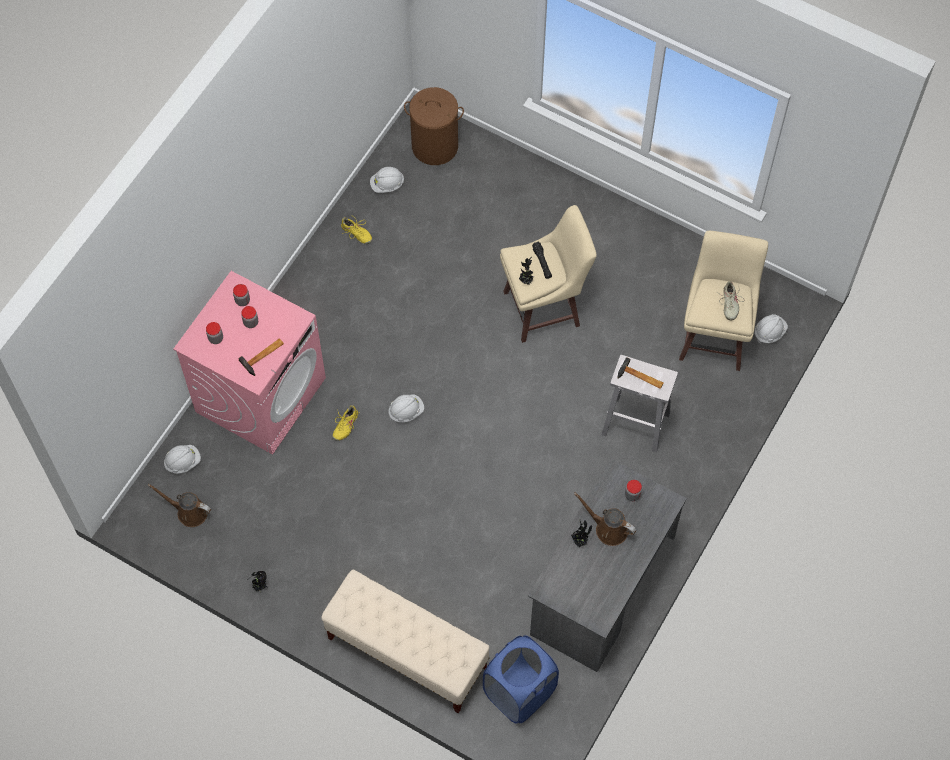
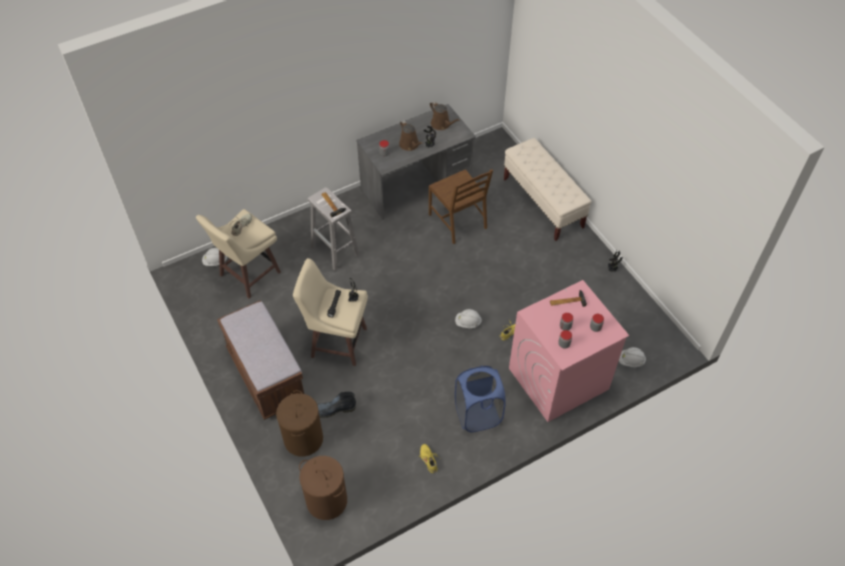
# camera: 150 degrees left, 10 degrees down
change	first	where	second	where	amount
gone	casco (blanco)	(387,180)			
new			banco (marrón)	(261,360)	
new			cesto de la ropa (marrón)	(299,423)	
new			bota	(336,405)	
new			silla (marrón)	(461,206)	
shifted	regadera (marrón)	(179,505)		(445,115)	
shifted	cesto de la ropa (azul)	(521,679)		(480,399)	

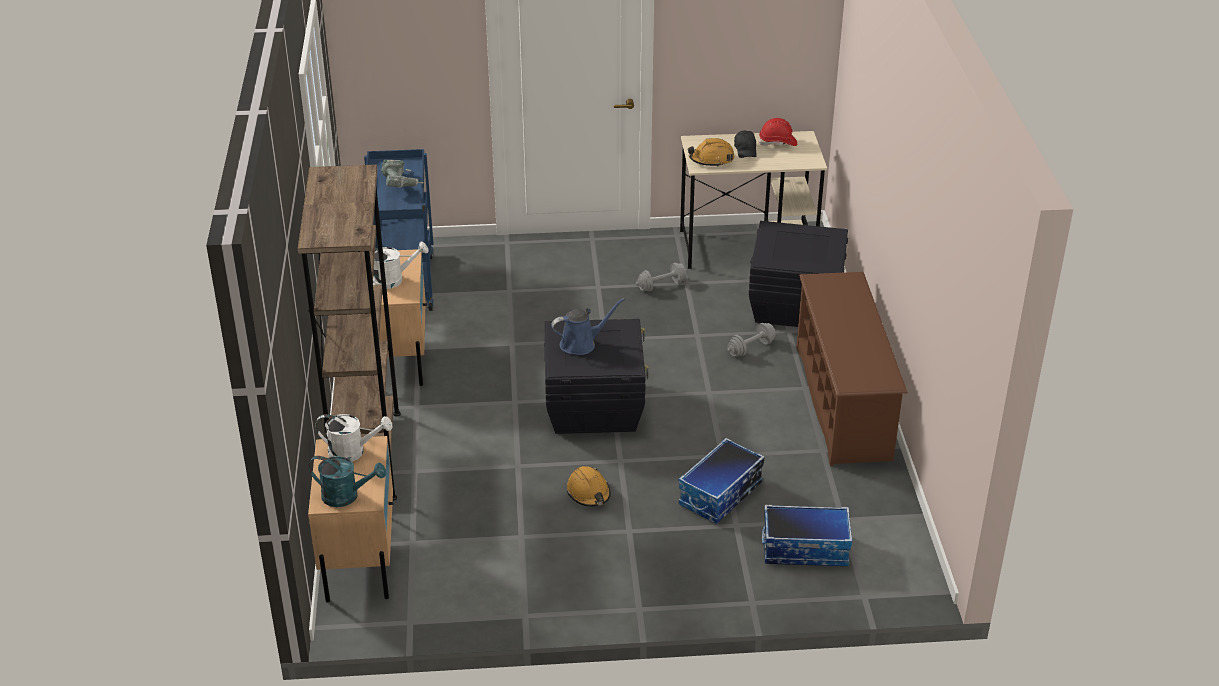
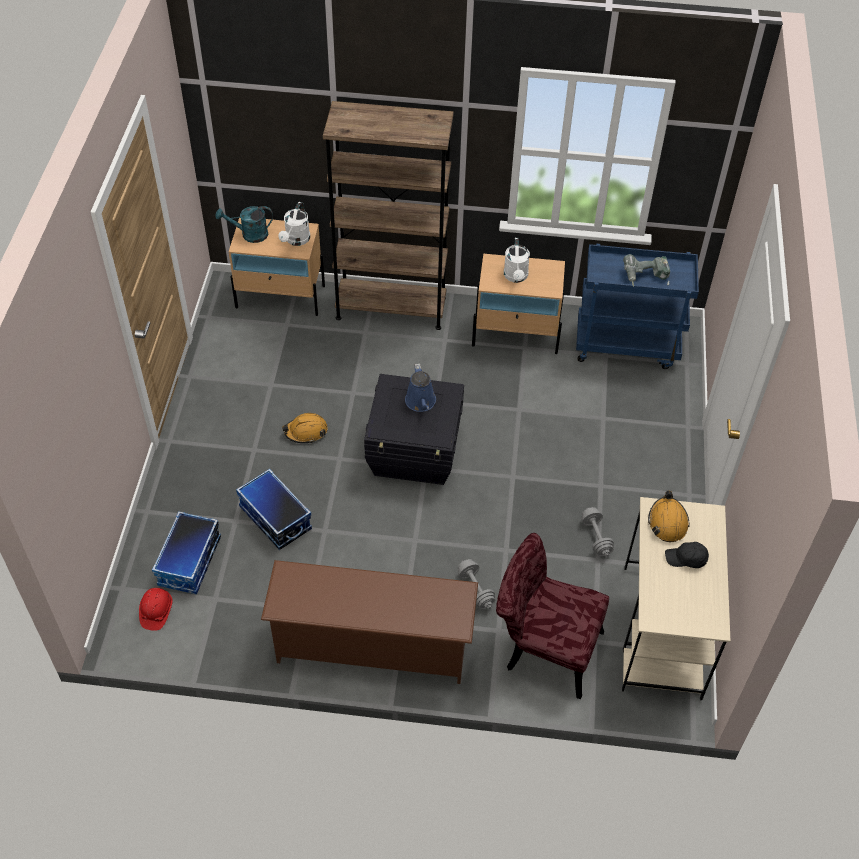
# camera: 100 degrees right, 15 degrees up
change	first	where	second	where	amount
shifted	casco (rojo)	(777,132)		(156,609)	
swapped	caja de almacenaje (negro)	(798,274)	silla (rojo)	(552,616)	
rotated	regadera (turquesa)	(347,481)		(244,224)	60 degrees clockwise

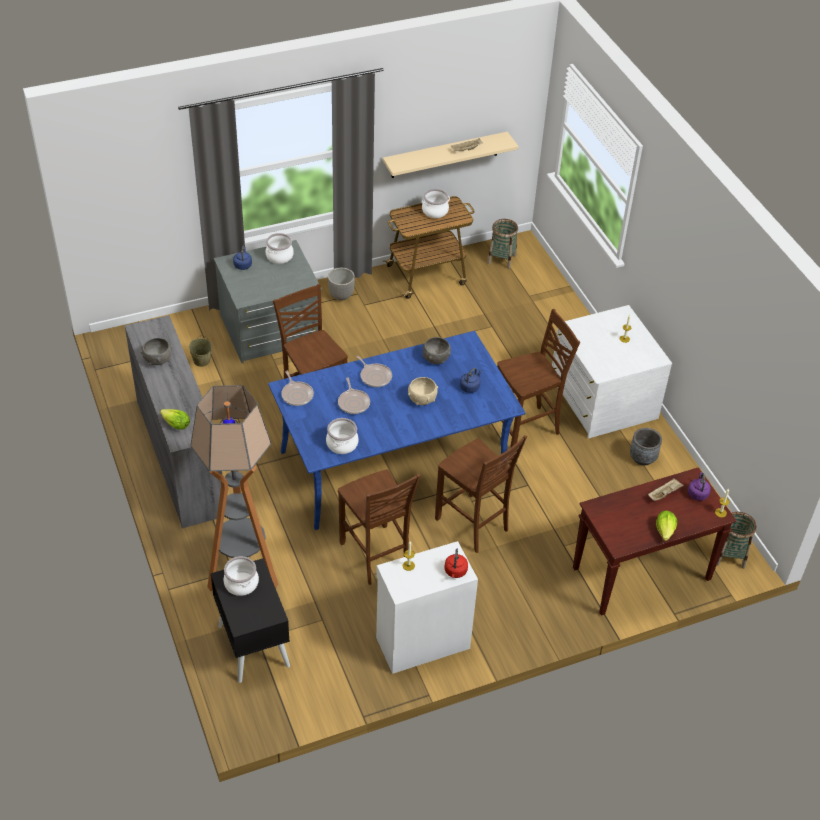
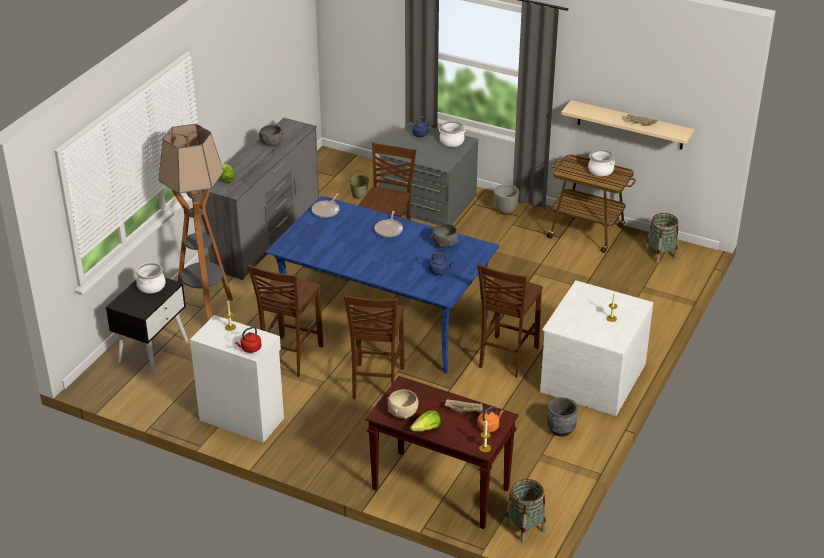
# camera: 50 degrees right, 10 degrees down
change	first	where	second	where	amount
gone	olla	(342,436)			
gone	sartén	(354,395)			
shifted	cuenco (beis)	(423,391)		(402,404)	
repainted	hervidor (morado)	(699,486)	hervidor (naranja)	(490,419)	
rotated	silla (marrón)	(538,378)		(510,321)	90 degrees clockwise

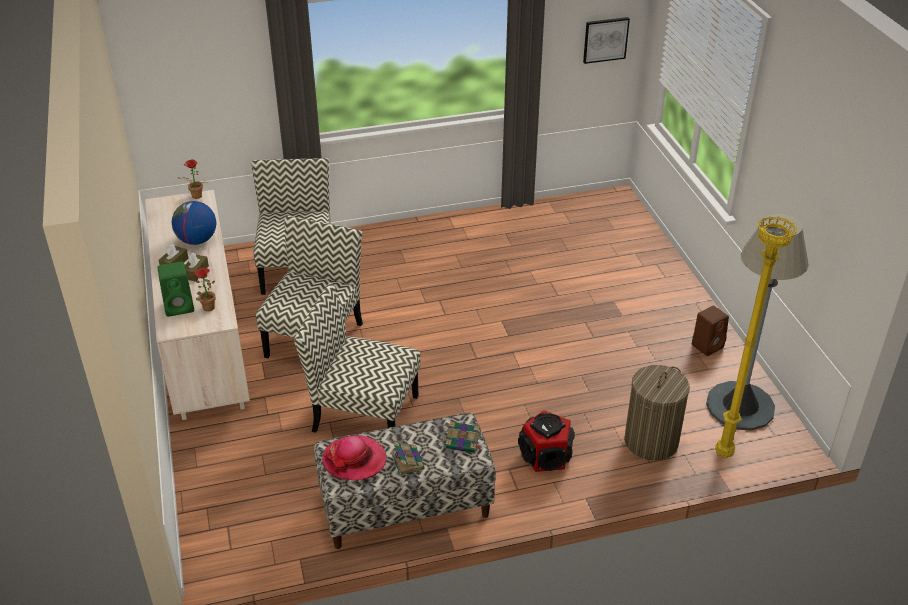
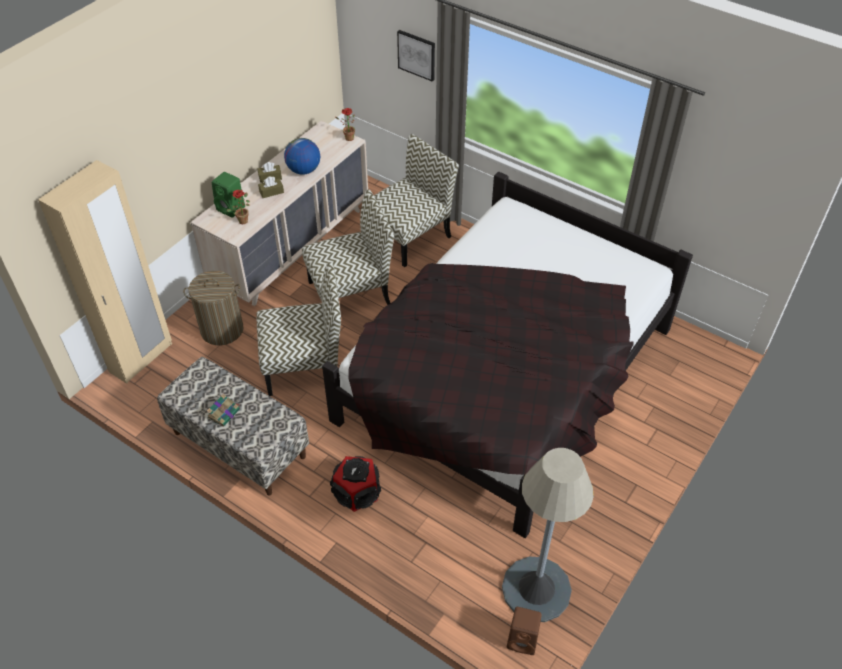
# camera: 50 degrees right, 10 degrees up
change	first	where	second	where	amount
gone	sombrero	(354,457)			
gone	libro	(464,437)			
gone	lámpara de pie (amarillo)	(756,337)			
new			armario ropero (beis)	(105,272)	
new			cama (negro)	(507,354)	
shifted	cuadro	(606,40)		(416,56)	
shifted	cesto de la ropa	(657,413)		(213,308)	
shifted	altavoz (marrón)	(710,331)		(524,631)	
rotated	silla	(357,358)		(298,329)	105 degrees clockwise

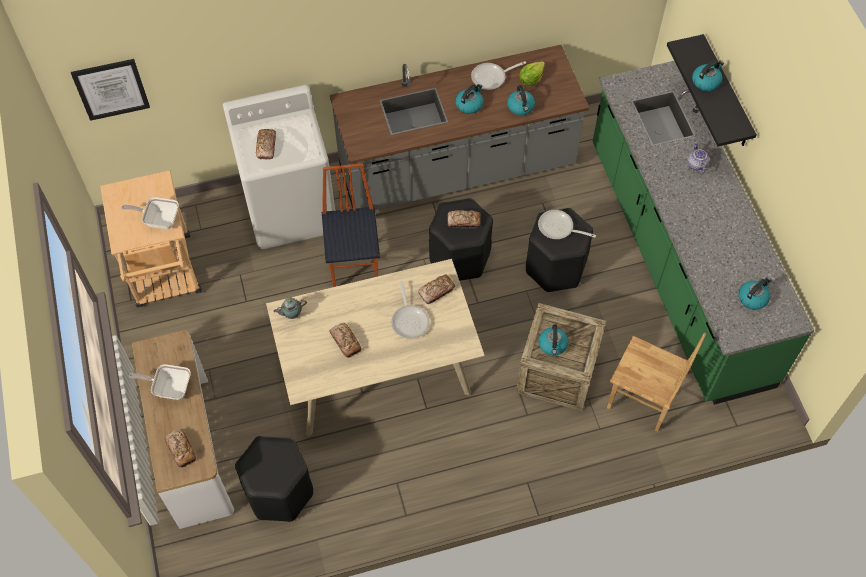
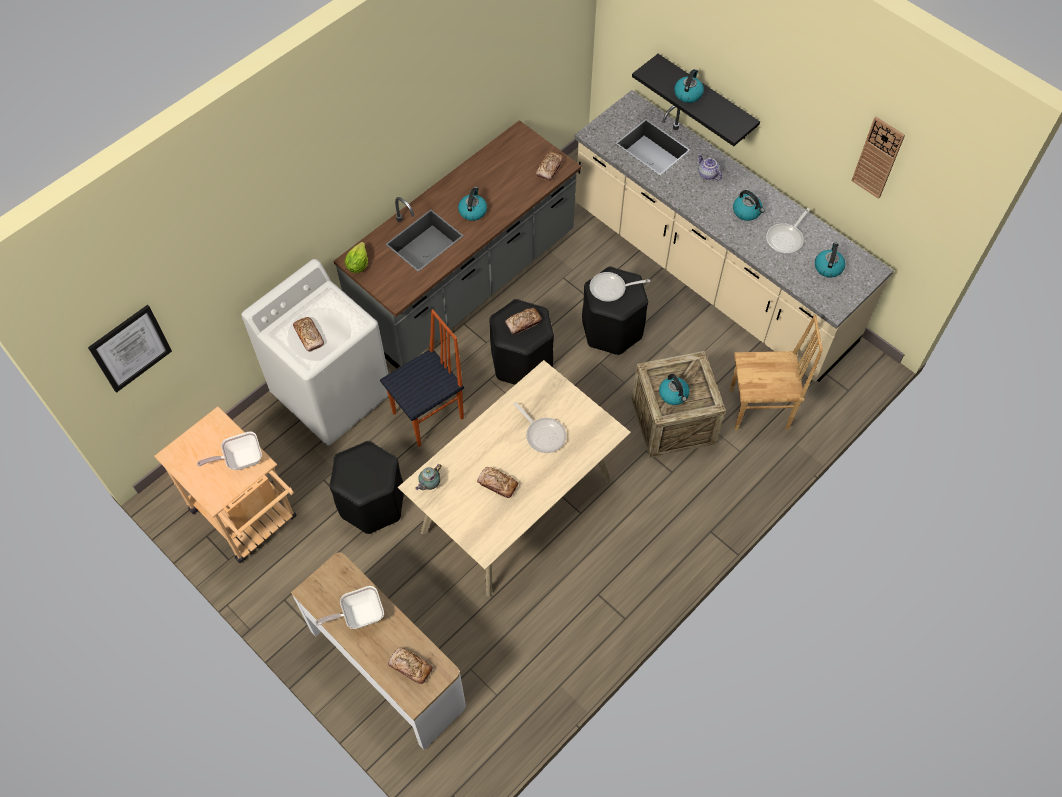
# camera: 30 degrees left, 0 degrees up
change	first	where	second	where	amount
new			reloj de pared	(878,158)	
shifted	taburete (negro)	(274,479)		(367,487)	
shifted	pan	(436,289)		(550,166)	
shifted	sartén	(498,75)		(788,231)	
shifted	hervidor	(521,100)		(749,205)	
shifted	lechuga	(532,73)		(356,257)	
repainted	mueble bajo de cocina (verde)	(704,233)	mueble bajo de cocina (beis)	(734,236)	
rotated	silla	(351,225)		(422,378)	90 degrees clockwise

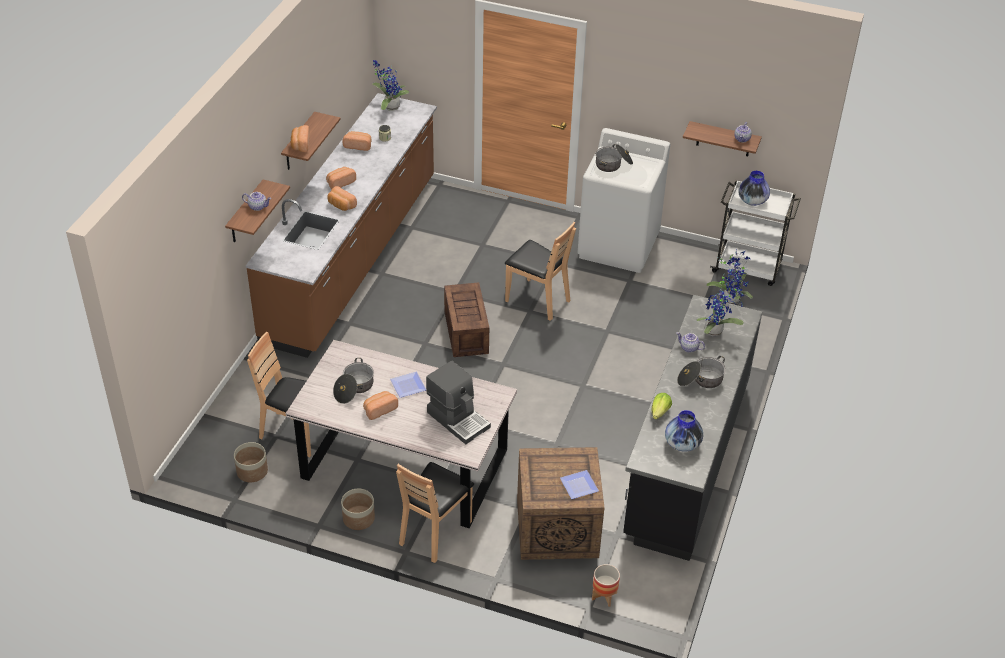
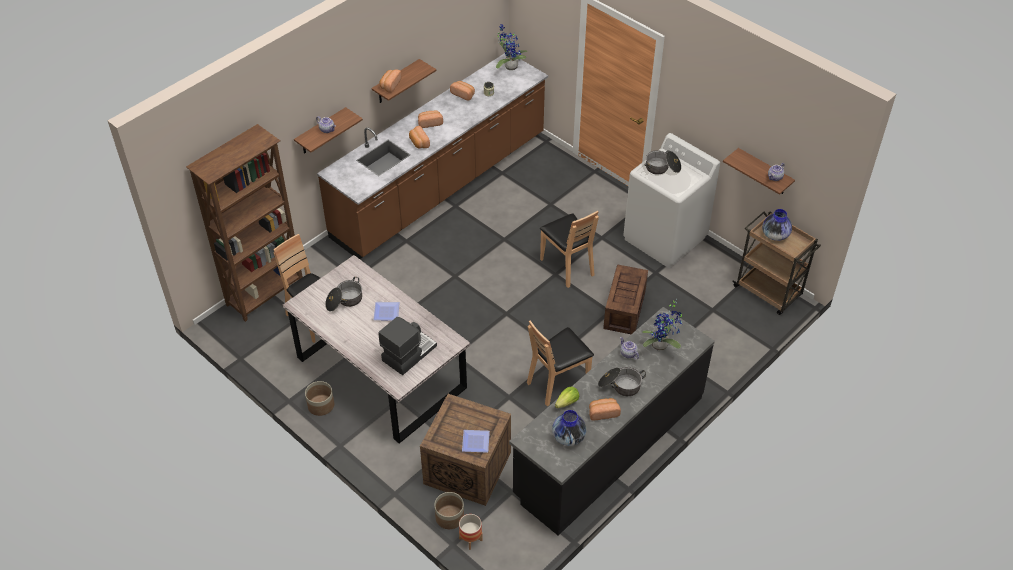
# camera: 25 degrees right, 5 degrees up
change	first	where	second	where	amount
gone	planta en maceta	(729,277)			
new			estantería (marrón)	(244,223)	
shifted	maceta	(251,462)		(449,510)	
shifted	pan	(380,405)		(605,409)	
shifted	silla (marrón)	(435,512)		(560,363)	
shifted	caja de embalaje	(466,319)		(625,299)	
repainted	carrito (blanco)	(755,233)	carrito (marrón)	(776,263)	
rotated	cafetera	(458,402)		(407,346)	120 degrees counterclockwise

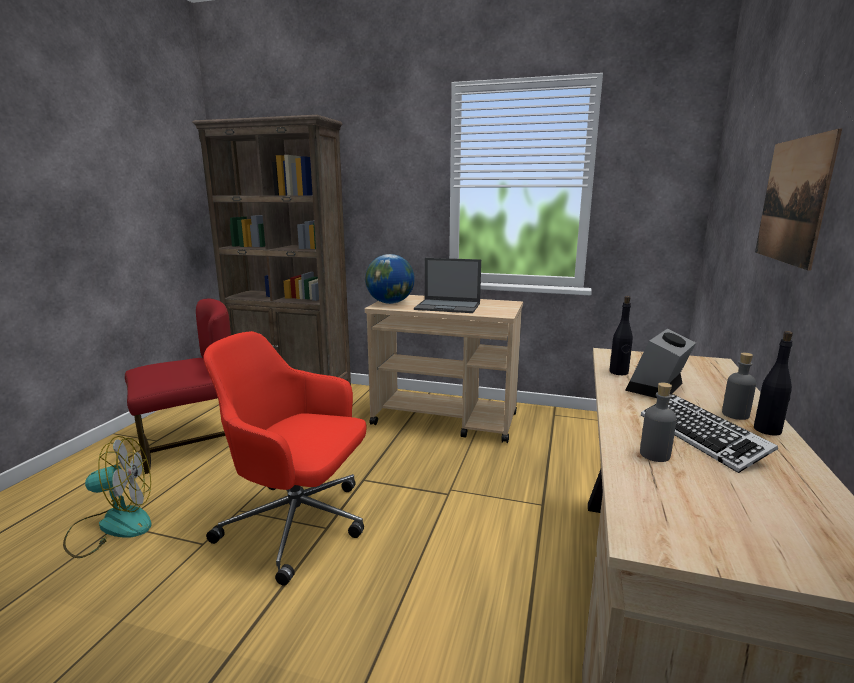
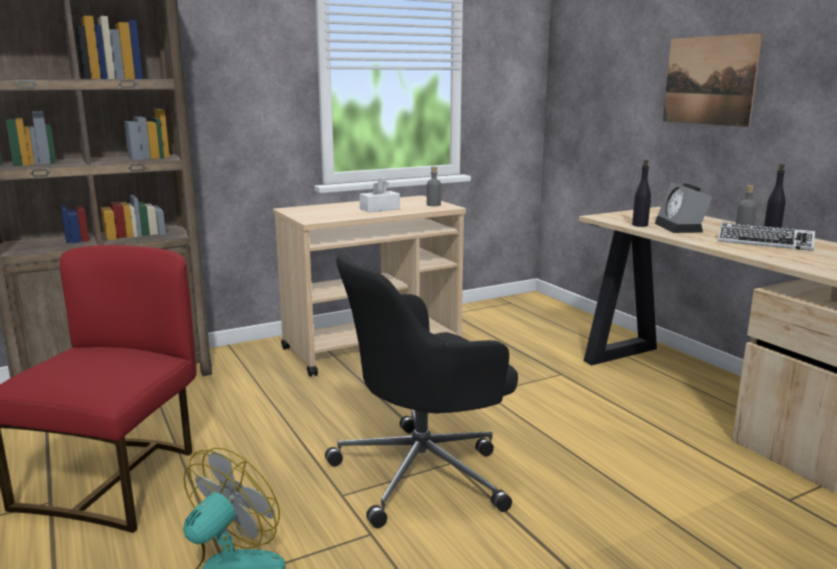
# camera: 45 degrees left, 0 degrees up
change	first	where	second	where	amount
gone	globo terráqueo	(390,279)			
shifted	botella (gris)	(658,422)		(434,186)	
swapped	portátil	(447,285)	caja de pañuelos (blanco)	(379,195)	
repainted	silla de oficina (rojo)	(284,458)	silla de oficina (negro)	(421,391)	

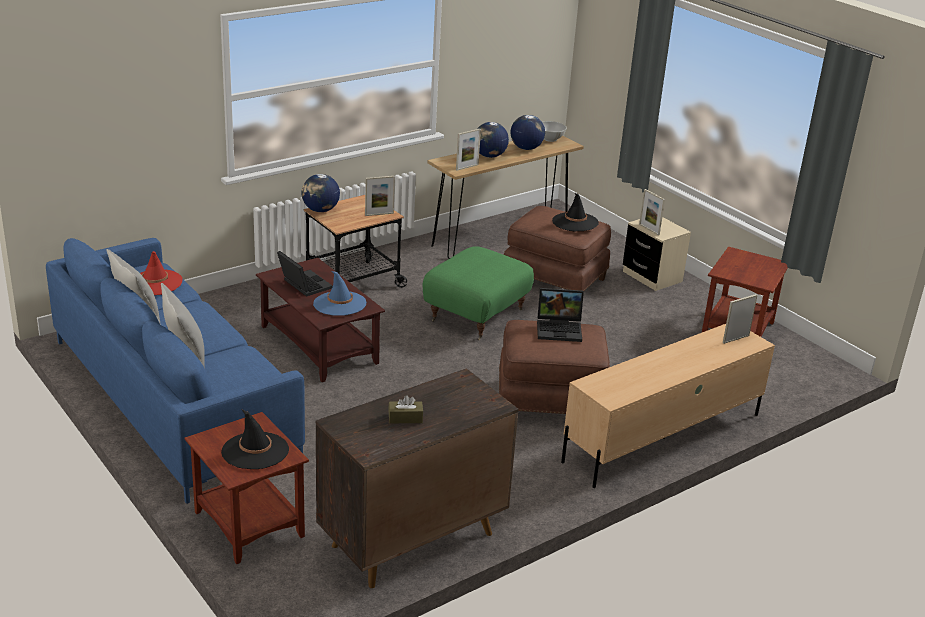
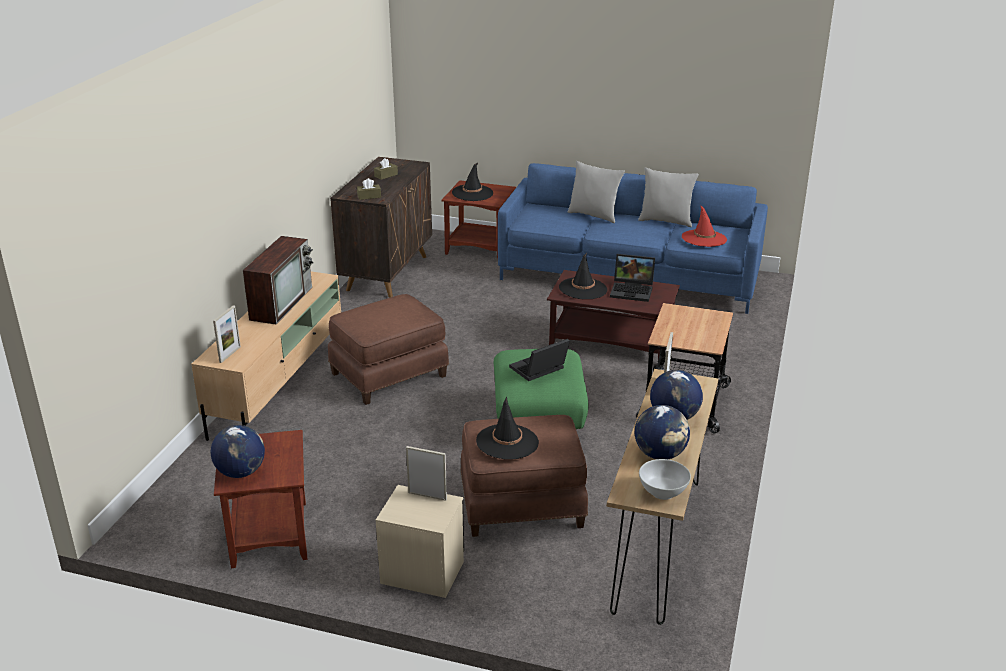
# camera: 145 degrees right, 0 degrees up
change	first	where	second	where	amount
gone	portarretratos	(380,196)			
new			televisor	(278,280)	
new			caja de pañuelos (marrón)	(369,189)	
shifted	globo terráqueo	(321,193)		(238,451)	
shifted	portátil	(560,315)		(539,360)	
repainted	sombrero (azul)	(340,293)	sombrero (negro)	(583,276)	

